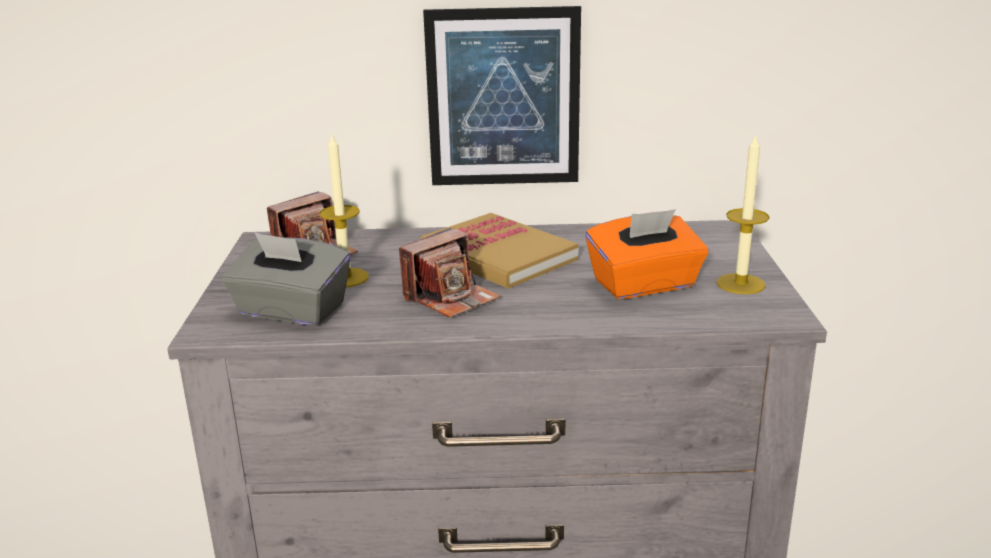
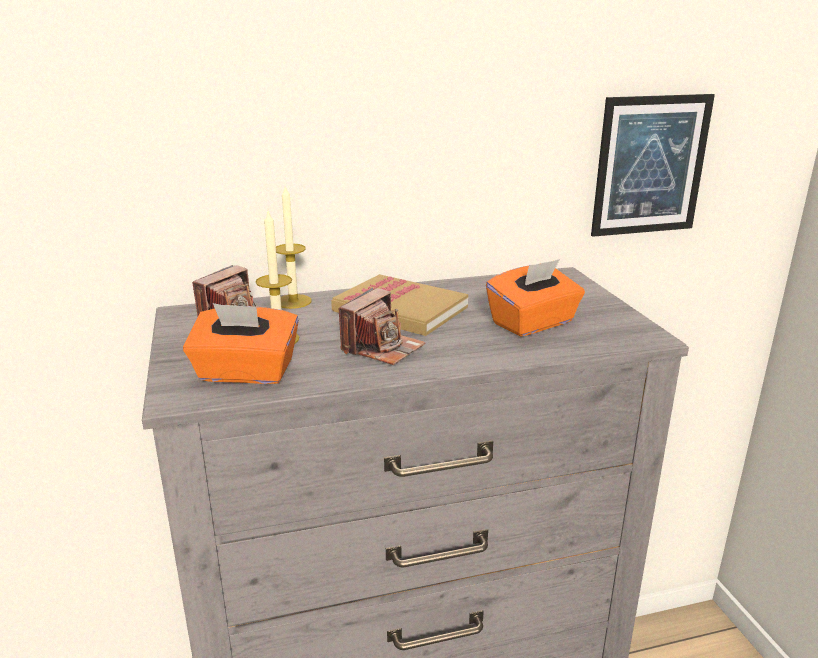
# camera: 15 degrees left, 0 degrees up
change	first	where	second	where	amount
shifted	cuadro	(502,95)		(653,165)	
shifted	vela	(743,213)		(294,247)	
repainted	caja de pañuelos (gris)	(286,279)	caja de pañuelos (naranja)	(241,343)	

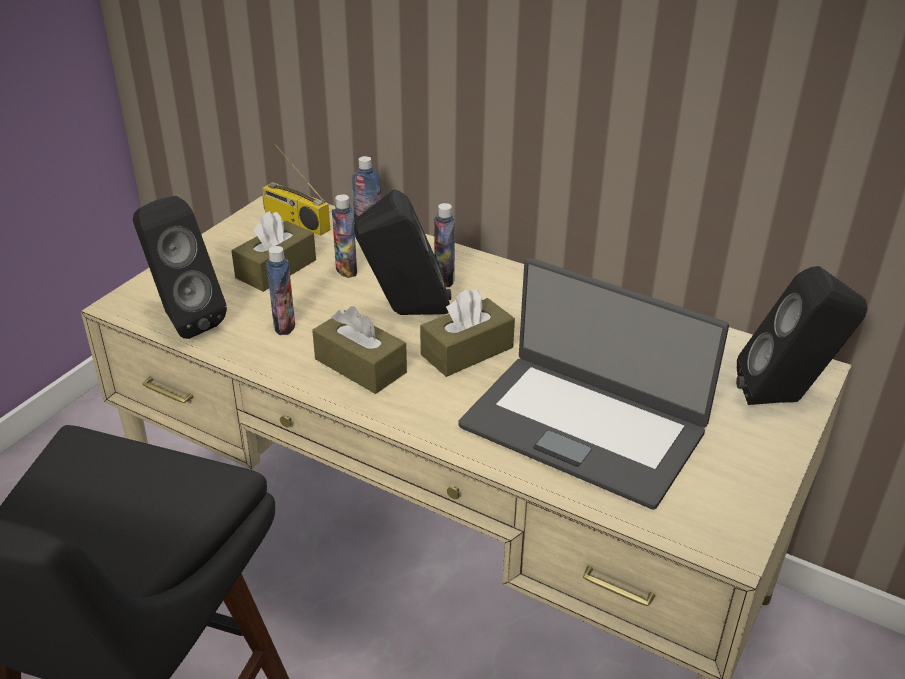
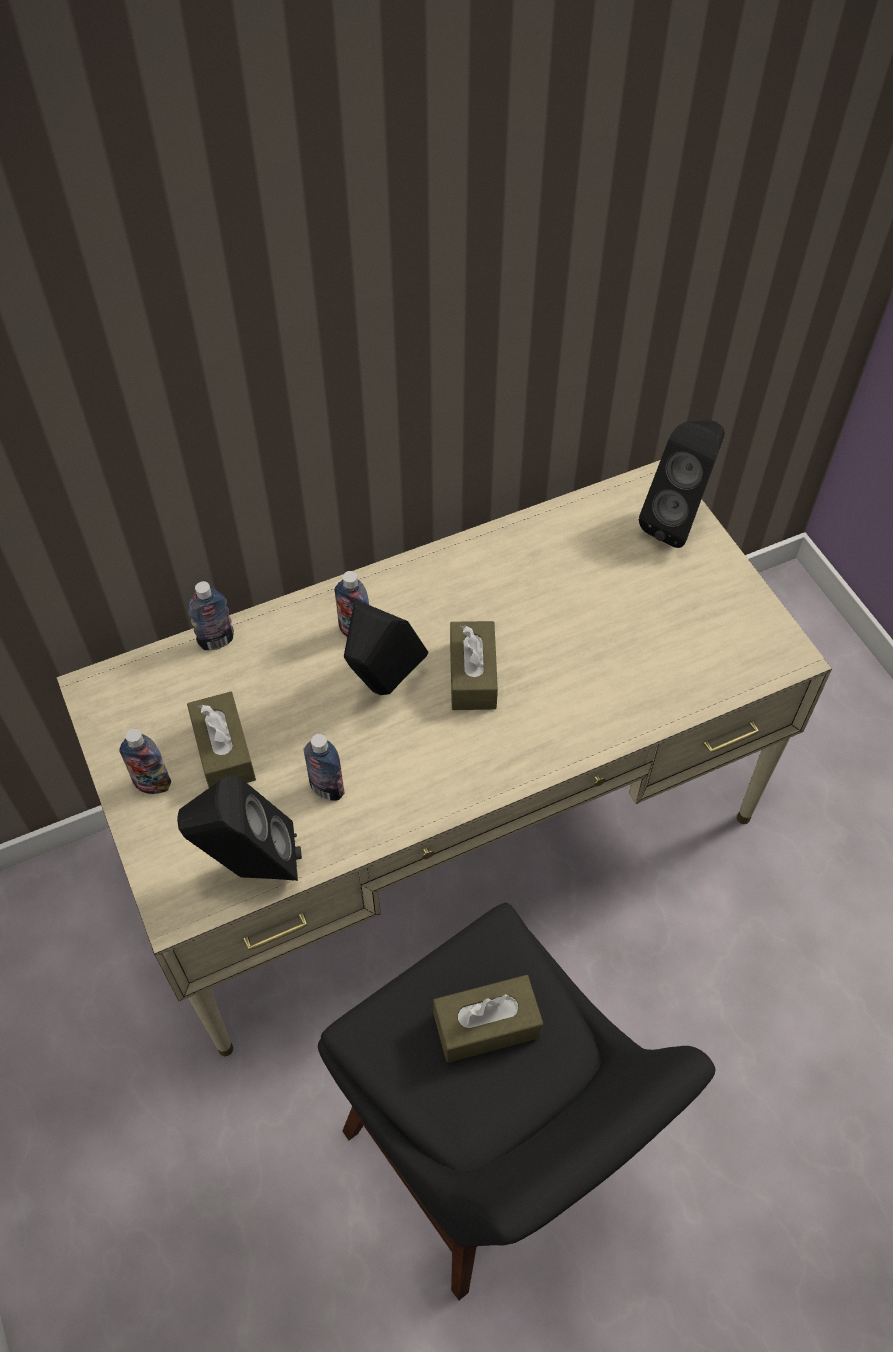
# camera: 55 degrees left, 20 degrees up
change	first	where	second	where	amount
gone	radio	(296,190)			
gone	portátil	(593,384)			
shifted	caja de pañuelos (marrón)	(359,350)		(488,1019)	
shifted	botella	(344,236)		(145,761)	

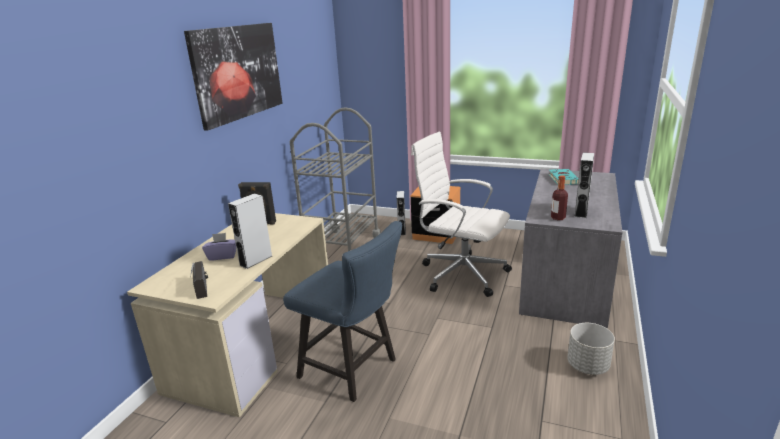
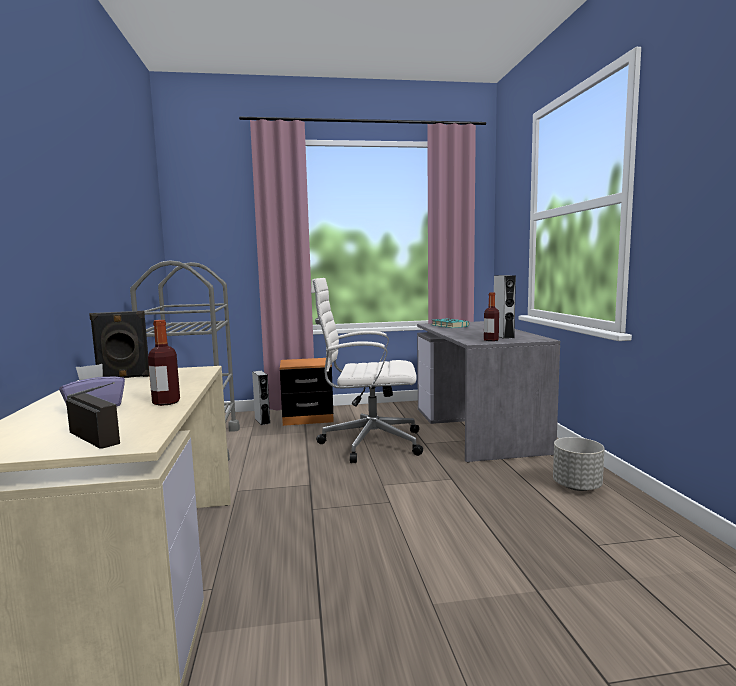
# camera: 30 degrees left, 15 degrees down
change	first	where	second	where	amount
gone	cuadro	(233,77)			
gone	silla (azul)	(343,311)			
swapped	altavoz (gris)	(250,231)	botella	(164,363)	

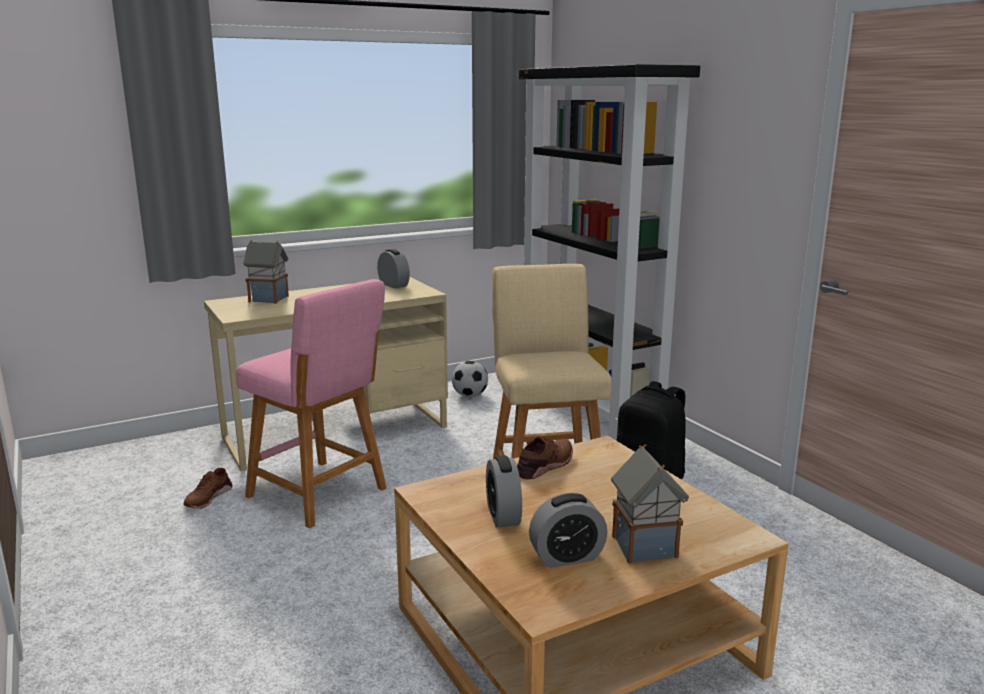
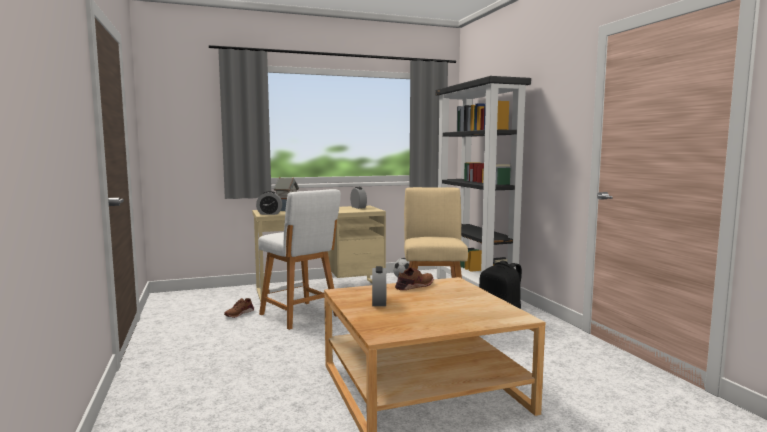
# camera: 10 degrees right, 10 degrees down
change	first	where	second	where	amount
gone	casita	(650,504)			
shifted	despertador	(568,530)		(269,203)	
repainted	taburete (rosa)	(311,403)	taburete (blanco)	(299,259)	

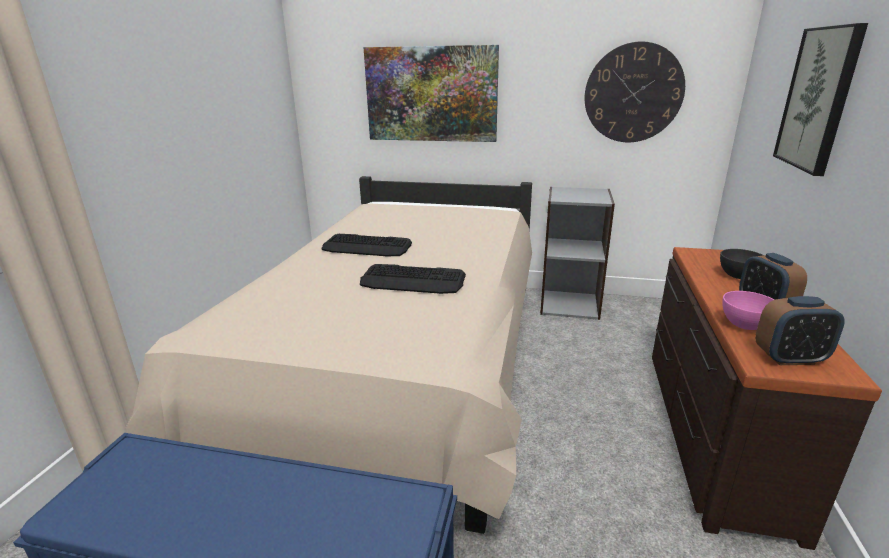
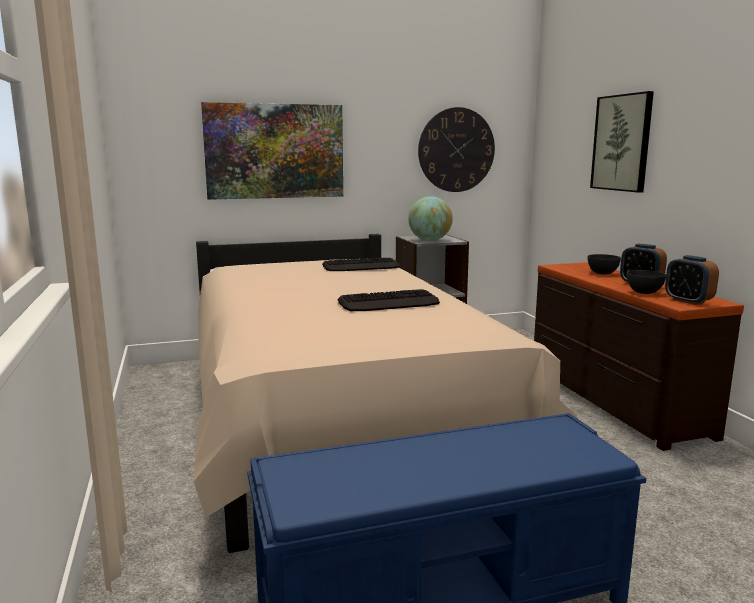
# camera: 30 degrees left, 10 degrees down
change	first	where	second	where	amount
new			globo terráqueo	(430,218)	
shifted	teclado	(366,245)		(361,264)	
repainted	cuenco (rosa)	(748,310)	cuenco (gris)	(646,282)	
rotated	despertador	(800,330)		(692,280)	90 degrees clockwise

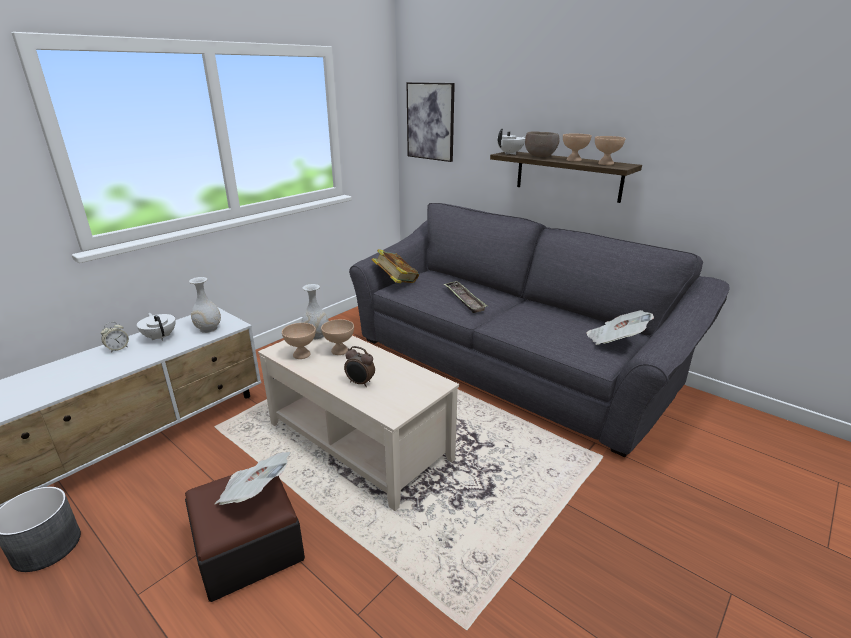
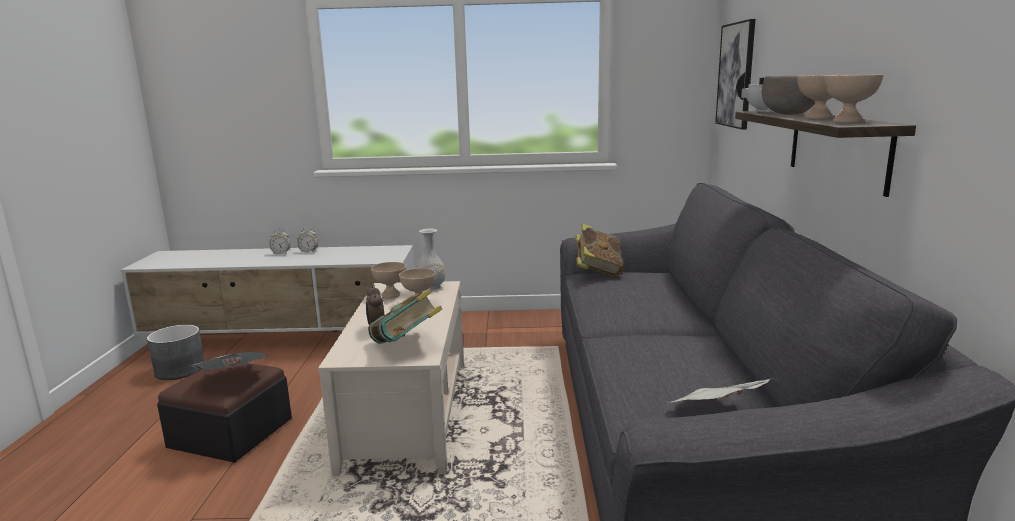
# camera: 50 degrees right, 10 degrees down
change	first	where	second	where	amount
gone	tetera (blanco)	(156,326)			
gone	florero (blanco)	(205,305)			
gone	bandeja	(466,297)			
new			despertador	(280,242)	
new			libro	(405,316)	

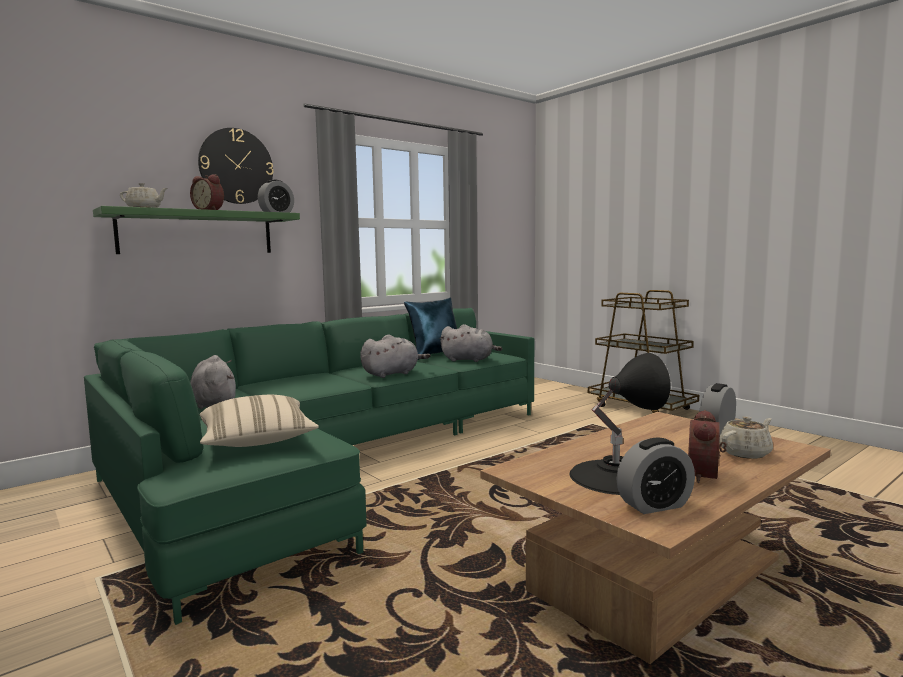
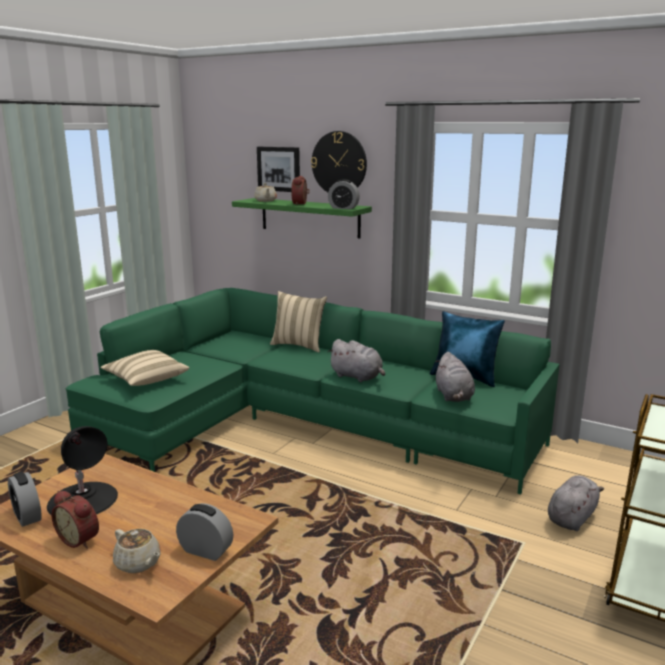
# camera: 70 degrees right, 10 degrees up
change	first	where	second	where	amount
new			cuadro	(278,169)	
new			cojín (beis)	(298,321)	
shifted	peluche (gris)	(213,382)		(576,503)	
rotated	despertador	(707,446)		(75,519)	150 degrees counterclockwise

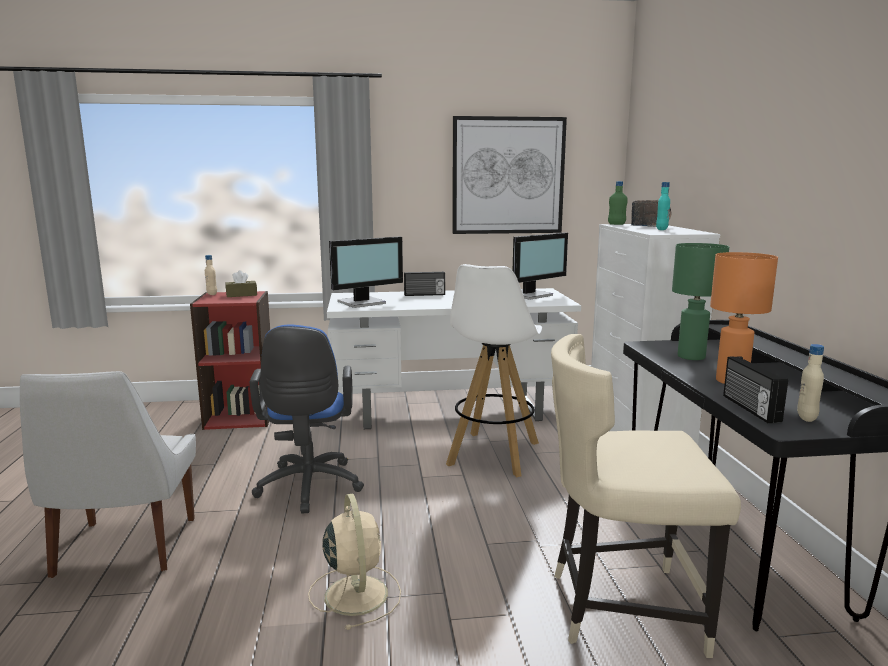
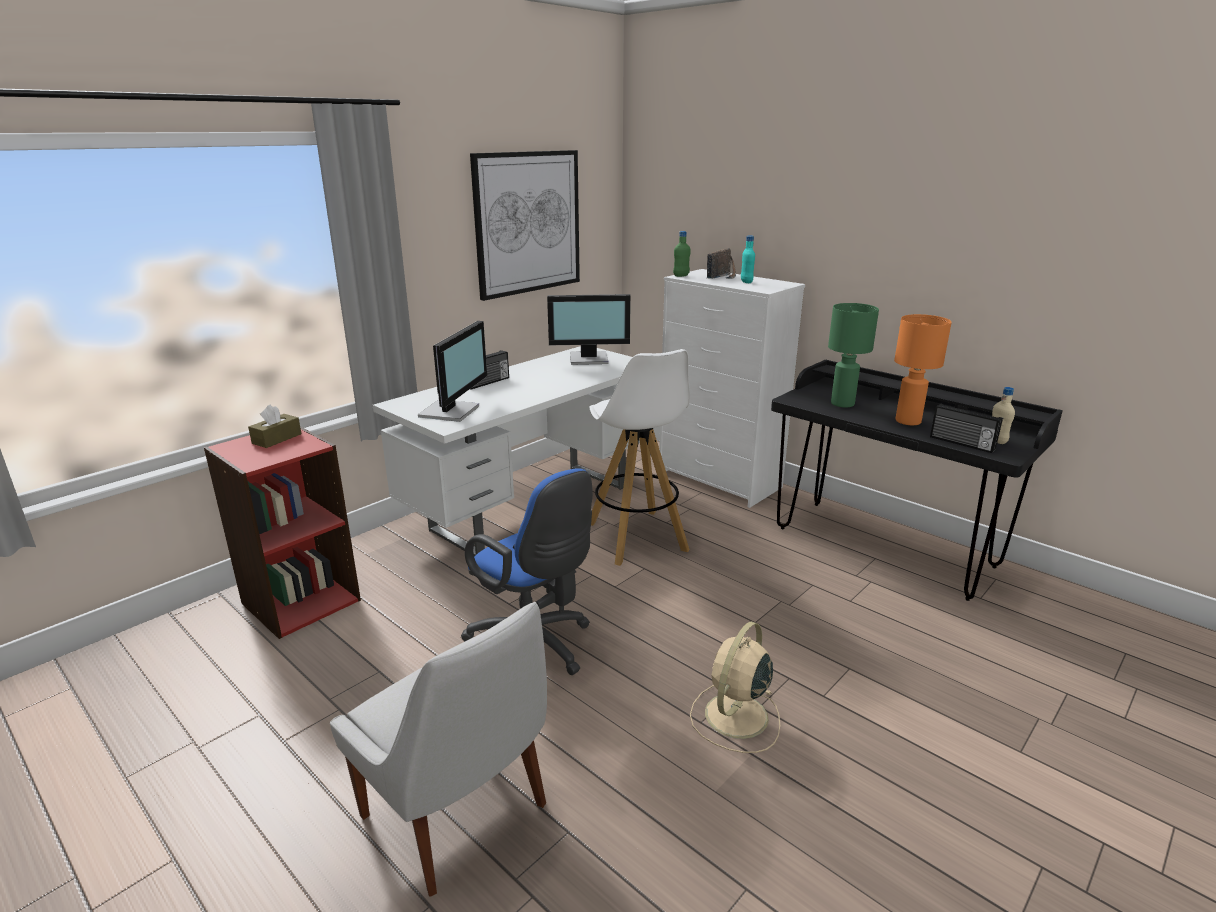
# camera: 40 degrees left, 10 degrees up
change	first	where	second	where	amount
gone	botella (beis)	(211,275)			
gone	silla (beis)	(646,496)			
rotated	ventilador (beis)	(354,561)		(735,687)	90 degrees counterclockwise
rotated	monitor	(540,266)		(589,329)	75 degrees clockwise

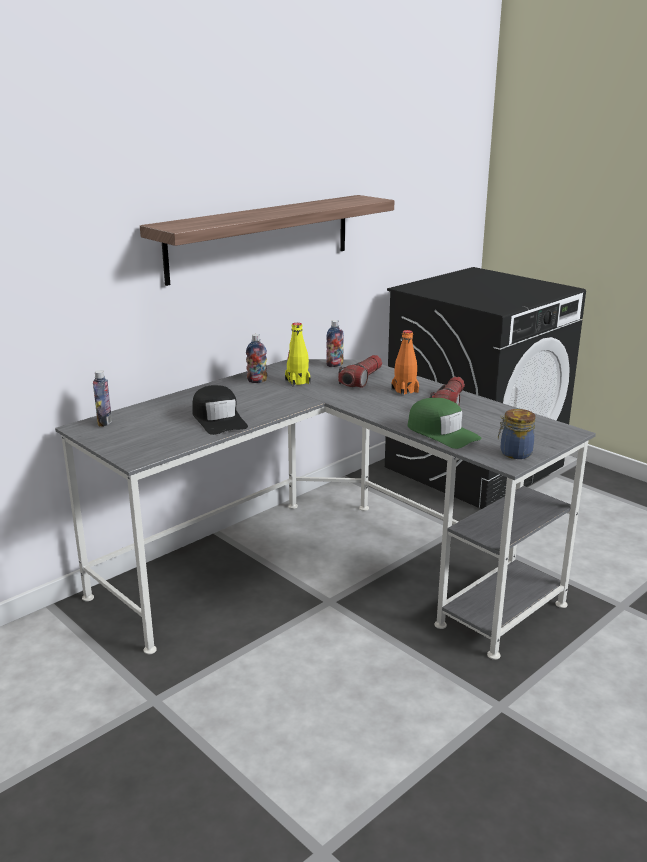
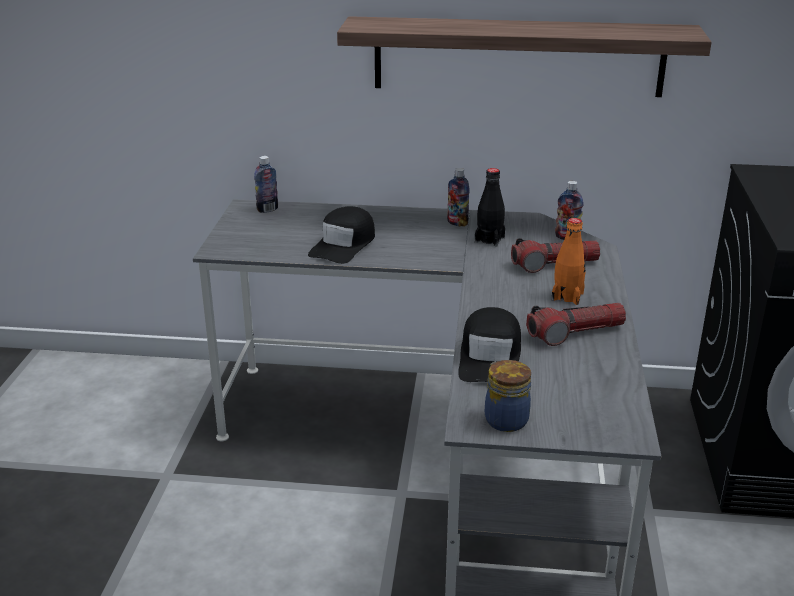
# camera: 50 degrees right, 5 degrees up
change	first	where	second	where	amount
repainted	botella (amarillo)	(298,354)	botella (negro)	(490,207)	
repainted	gorra (verde)	(445,423)	gorra (negro)	(489,344)	

